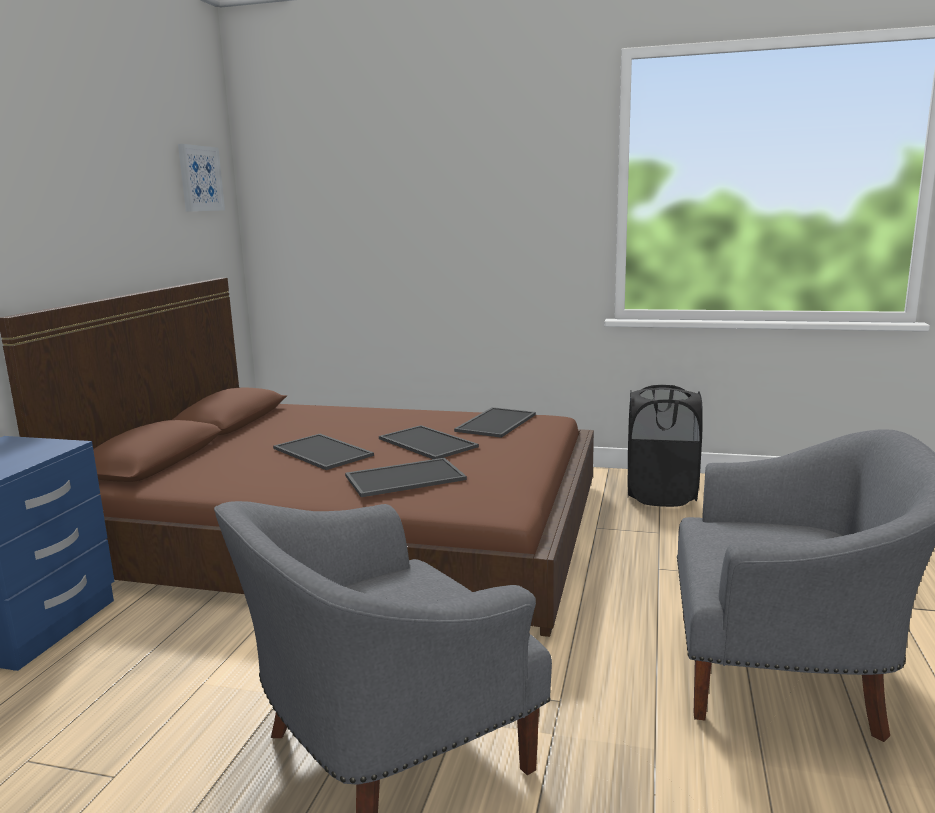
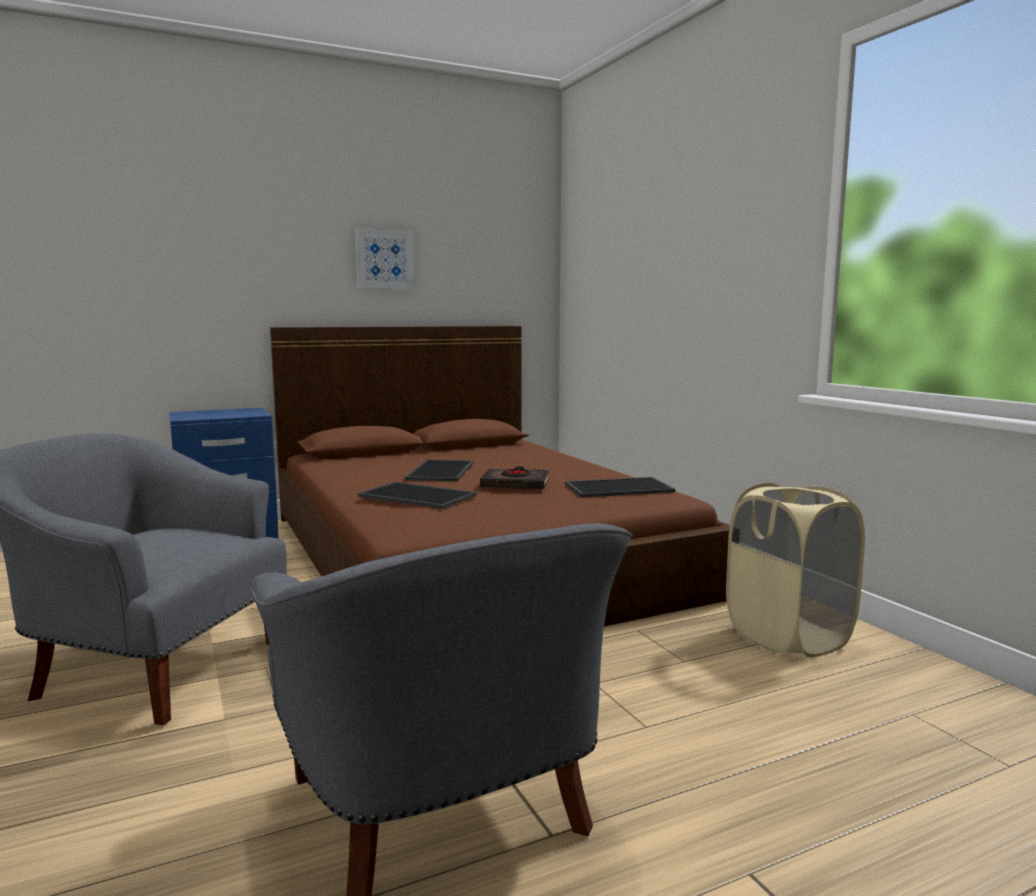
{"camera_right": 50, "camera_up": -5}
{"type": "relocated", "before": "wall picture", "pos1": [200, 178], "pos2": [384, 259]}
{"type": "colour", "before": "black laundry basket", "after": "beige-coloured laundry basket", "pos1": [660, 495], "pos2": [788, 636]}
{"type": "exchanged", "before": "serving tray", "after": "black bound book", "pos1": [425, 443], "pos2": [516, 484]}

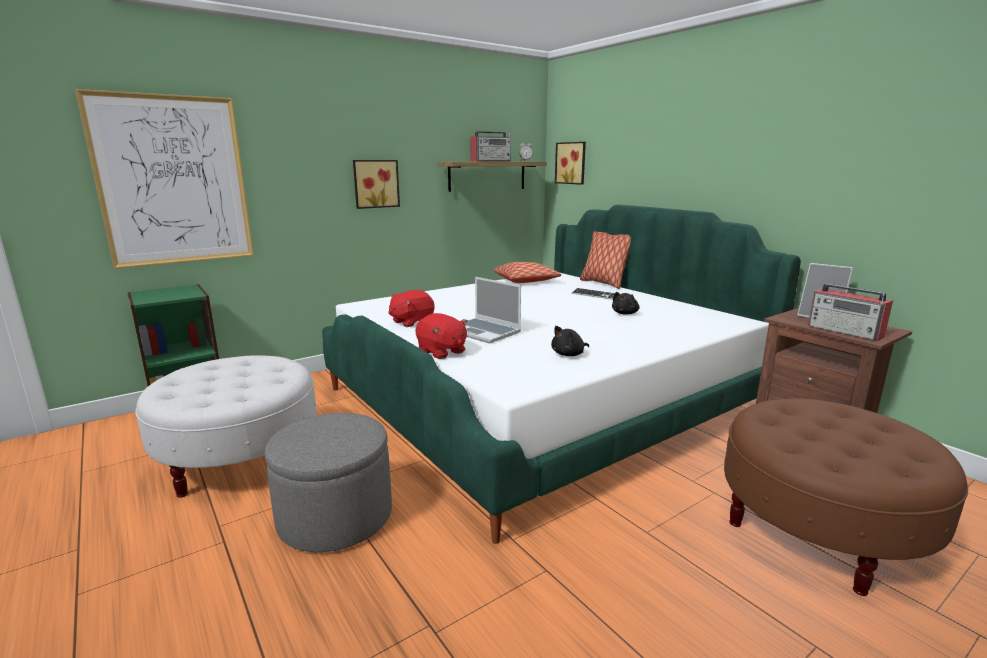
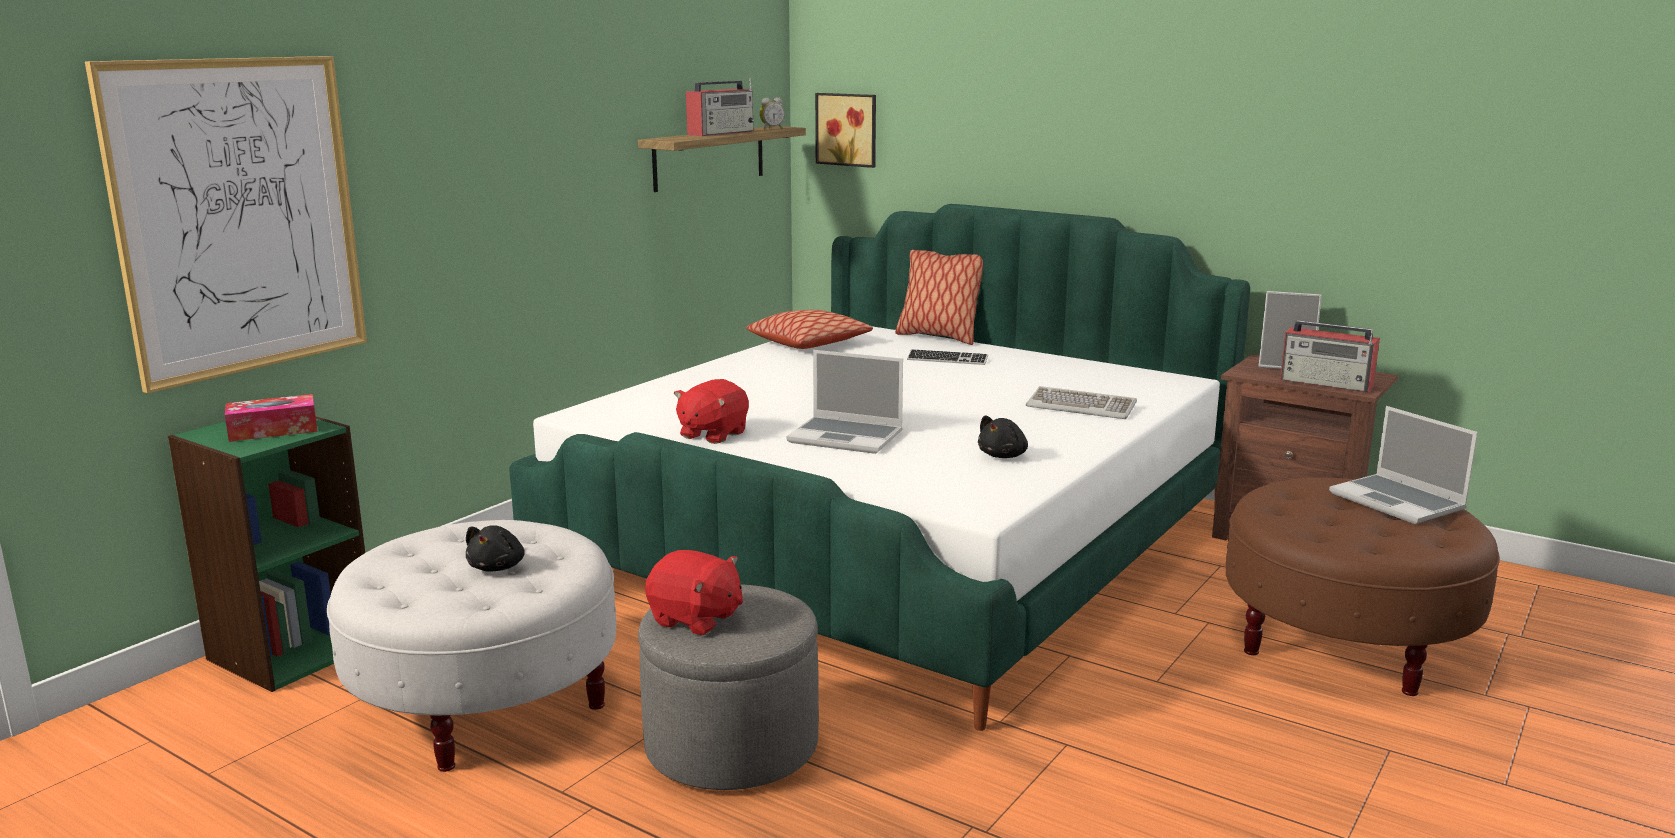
{"camera_right": -20, "camera_up": 0}
{"type": "missing", "before": "wall picture", "pos1": [375, 184]}
{"type": "relocated", "before": "black cuddly toy", "pos1": [625, 313], "pos2": [498, 567]}
{"type": "relocated", "before": "red cuddly toy", "pos1": [441, 352], "pos2": [695, 619]}
{"type": "appeared", "after": "PC keyboard", "pos2": [1081, 407]}
{"type": "appeared", "after": "tissue holder", "pos2": [273, 430]}
{"type": "appeared", "after": "laptop", "pos2": [1399, 502]}

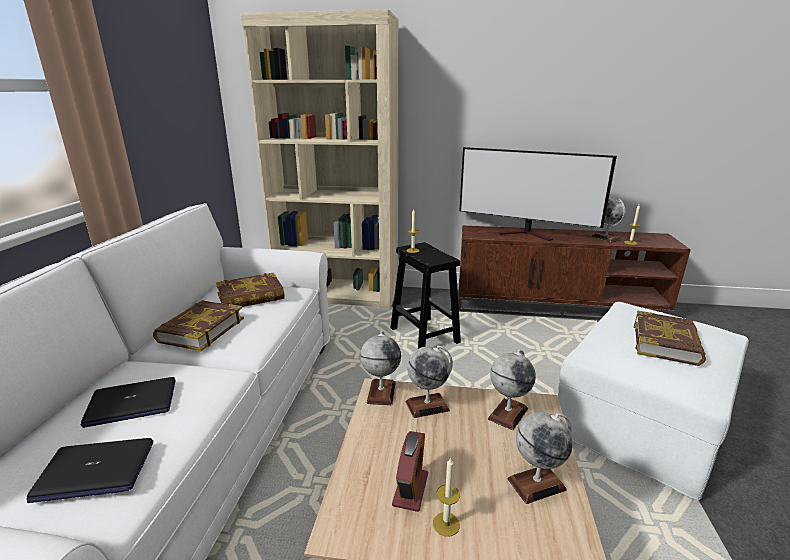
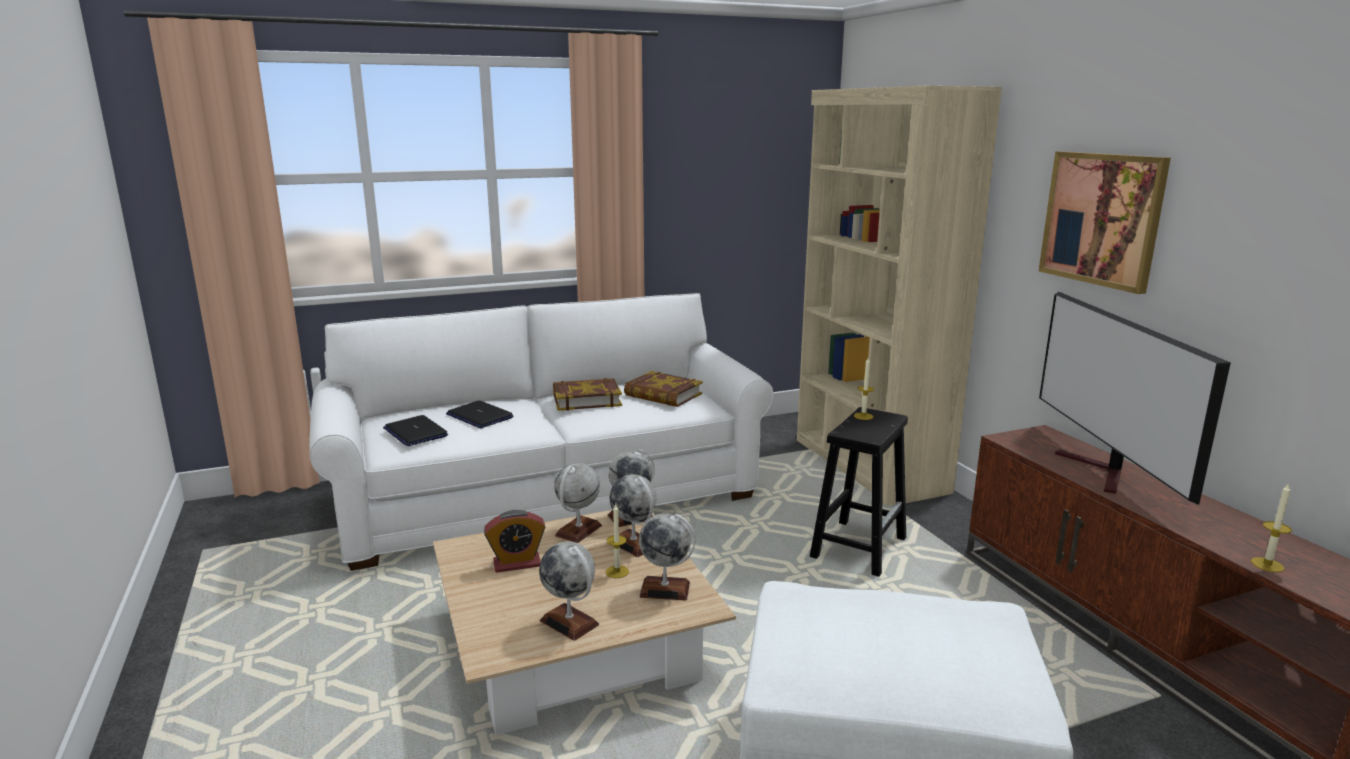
{"camera_right": 60, "camera_up": -5}
{"type": "relocated", "before": "world globe", "pos1": [605, 238], "pos2": [578, 530]}
{"type": "missing", "before": "bound book", "pos1": [666, 343]}
{"type": "relocated", "before": "candle", "pos1": [446, 524], "pos2": [617, 572]}
{"type": "appeared", "after": "wall picture", "pos2": [1102, 219]}

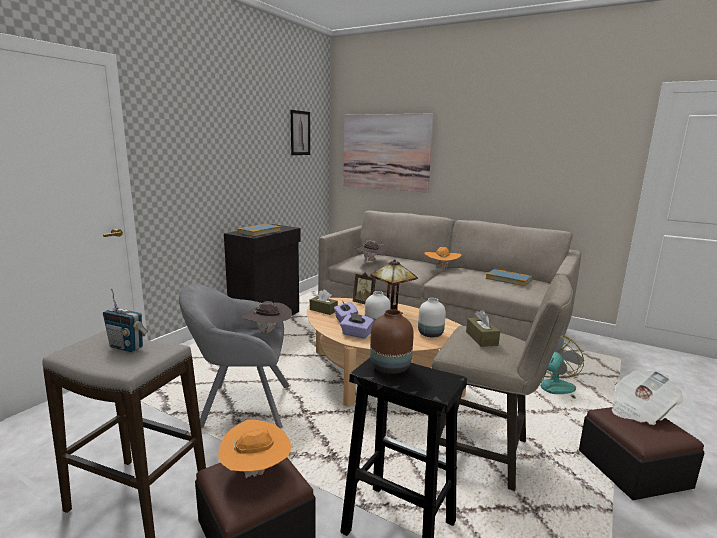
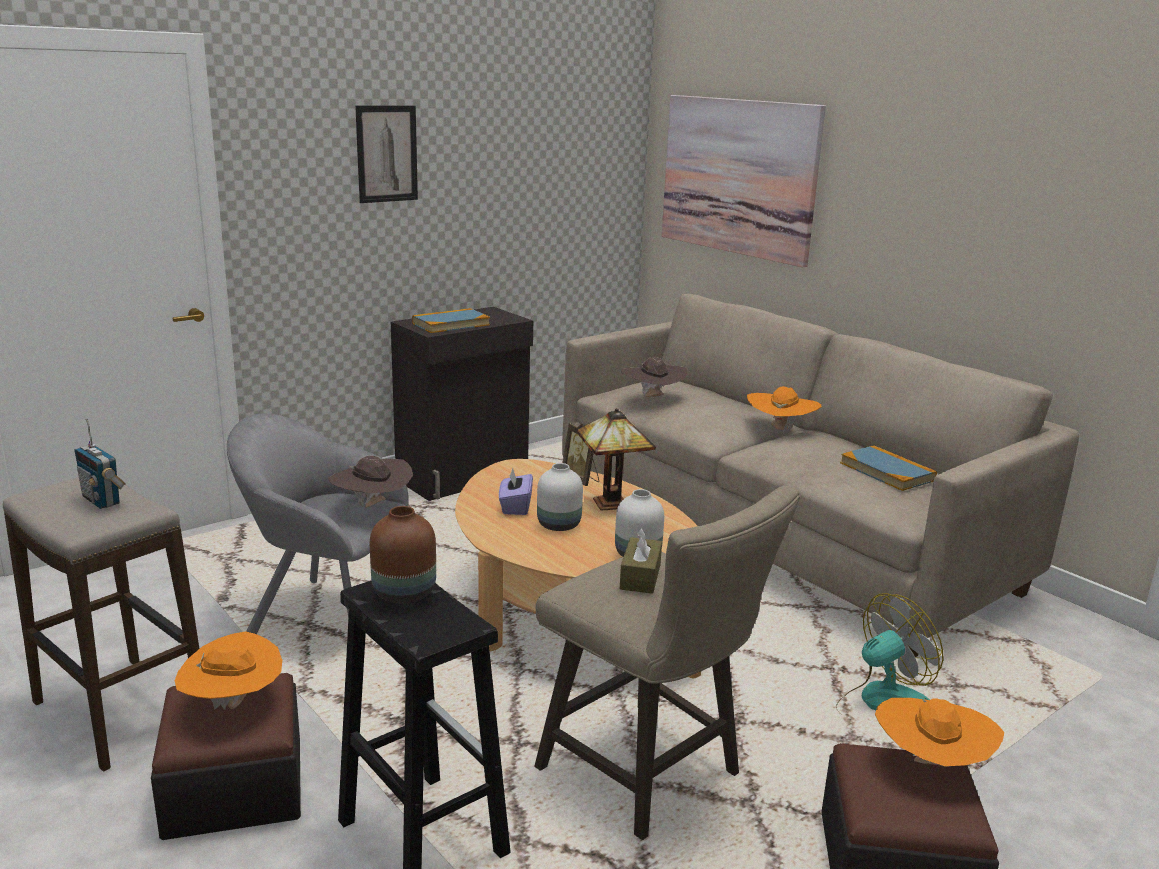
{"camera_right": 20, "camera_up": 5}
{"type": "relocated", "before": "wall picture", "pos1": [300, 133], "pos2": [387, 154]}
{"type": "missing", "before": "brown tissue holder", "pos1": [323, 310]}
{"type": "missing", "before": "purple tissue holder", "pos1": [356, 334]}
{"type": "exchanged", "before": "daily paper", "after": "orangey wearable hat", "pos1": [639, 410], "pos2": [930, 765]}

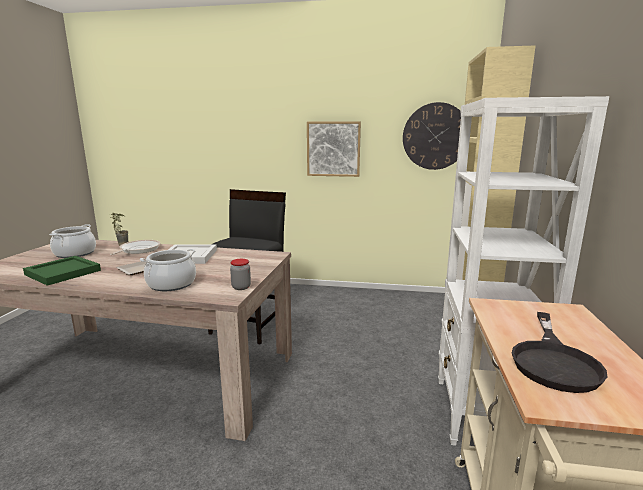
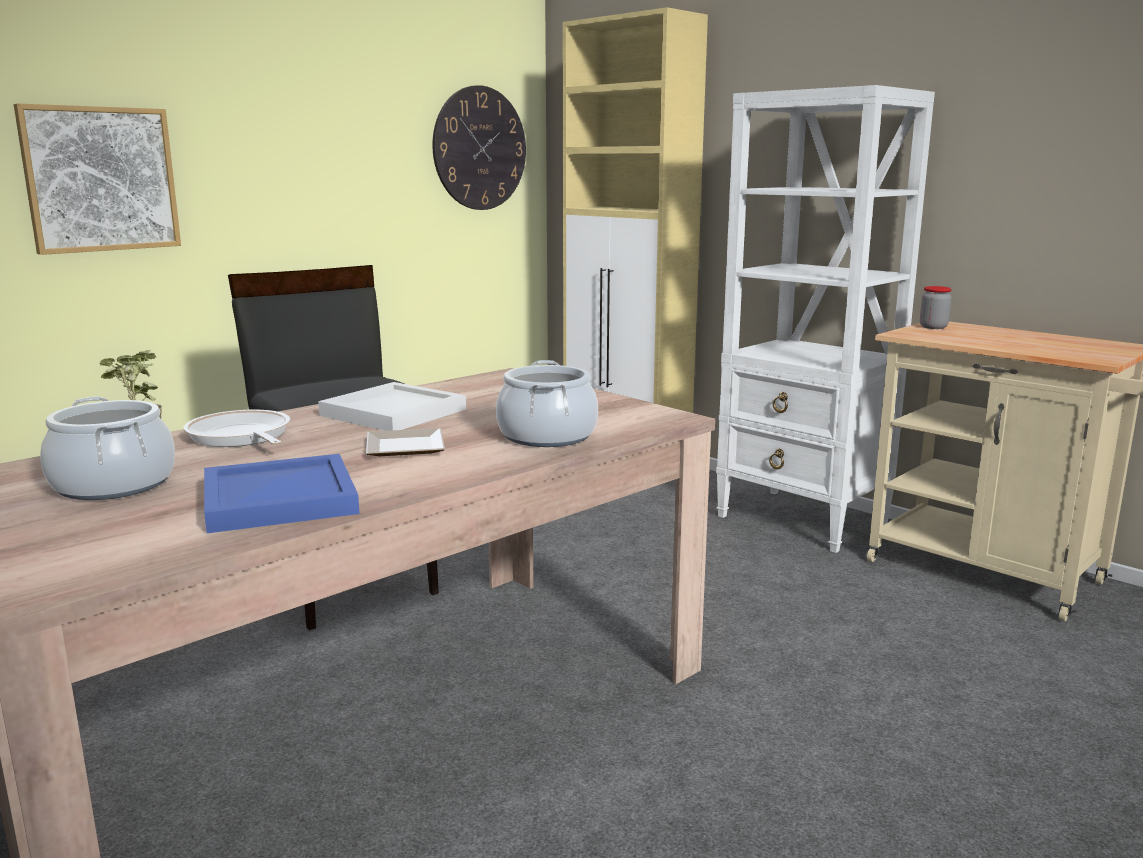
{"camera_right": -55, "camera_up": 0}
{"type": "relocated", "before": "wall picture", "pos1": [333, 149], "pos2": [101, 179]}
{"type": "colour", "before": "green-coloured serving tray", "after": "blue-coloured serving tray", "pos1": [62, 273], "pos2": [282, 499]}
{"type": "relocated", "before": "preserve jar", "pos1": [241, 287], "pos2": [933, 327]}
{"type": "missing", "before": "black frying pan", "pos1": [553, 360]}

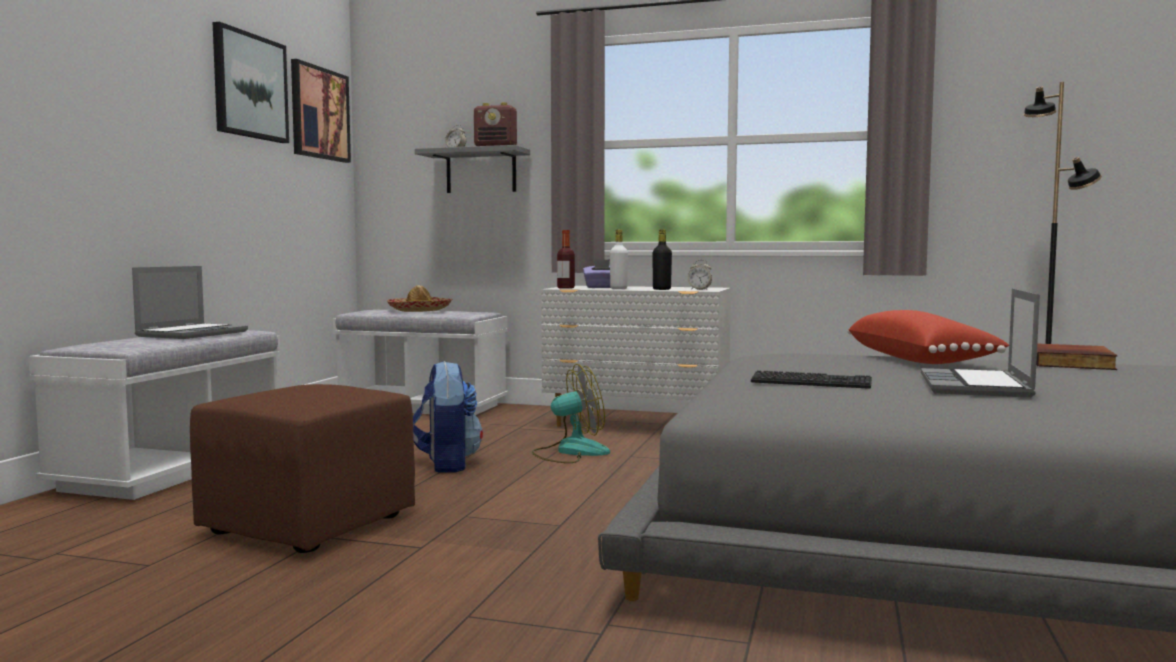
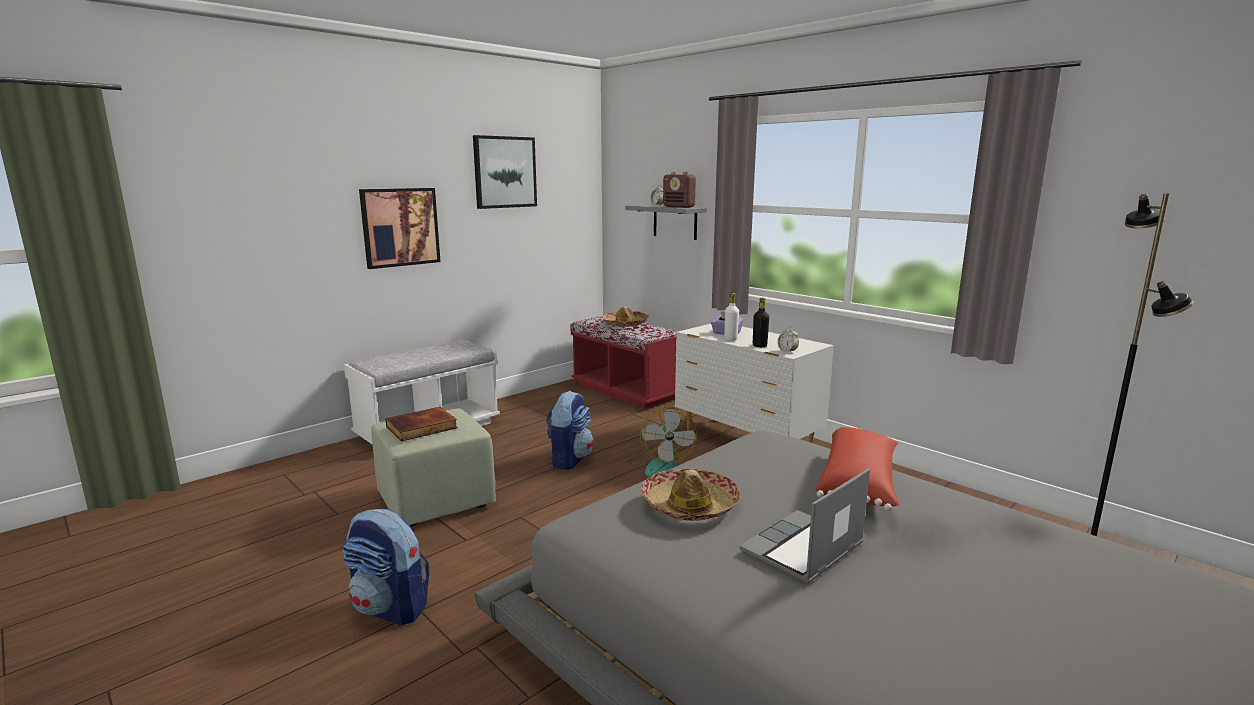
{"camera_right": 30, "camera_up": 10}
{"type": "relocated", "before": "wall picture", "pos1": [319, 113], "pos2": [400, 227]}
{"type": "missing", "before": "drink bottle", "pos1": [566, 288]}
{"type": "missing", "before": "laptop", "pos1": [192, 334]}
{"type": "colour", "before": "white bench", "after": "red bench", "pos1": [423, 407], "pos2": [626, 391]}
{"type": "relocated", "before": "bound book", "pos1": [1073, 363], "pos2": [421, 428]}
{"type": "spun", "before": "fan", "pos1": [570, 452], "pos2": [660, 464], "turn": 75}
{"type": "exchanged", "before": "PC keyboard", "after": "wearable hat", "pos1": [810, 383], "pos2": [689, 505]}
{"type": "colour", "before": "brown ottoman", "after": "green-coloured ottoman", "pos1": [309, 524], "pos2": [437, 500]}
{"type": "appeared", "after": "rucksack", "pos2": [391, 608]}

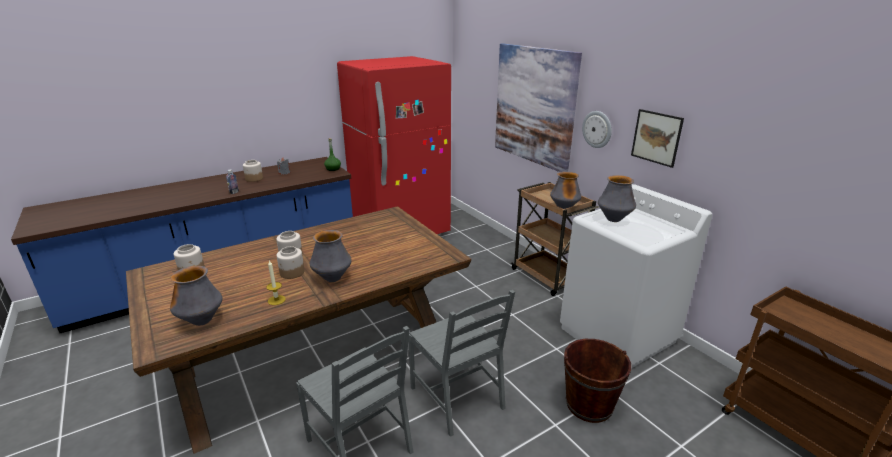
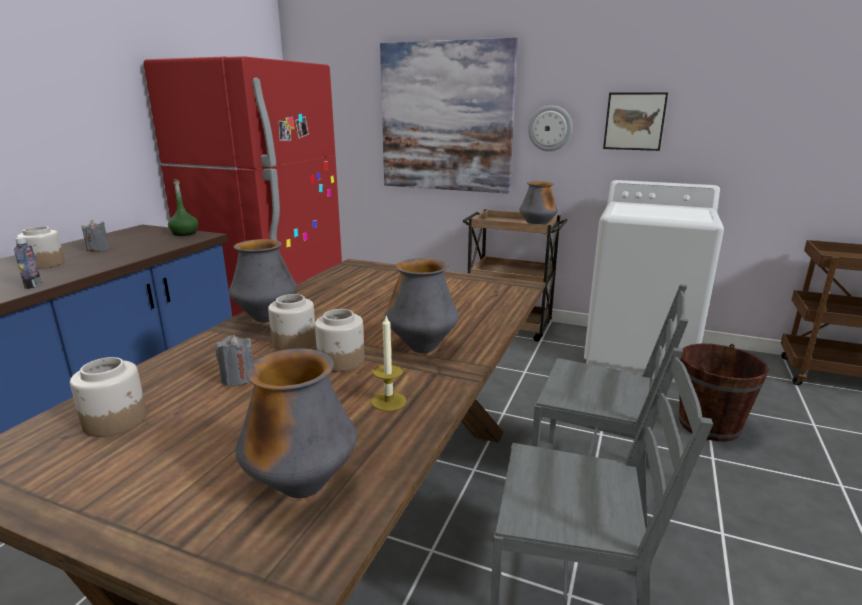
{"camera_right": -35, "camera_up": -5}
{"type": "relocated", "before": "decorative vase", "pos1": [613, 219], "pos2": [266, 318]}
{"type": "appeared", "after": "greyish candle", "pos2": [238, 379]}

